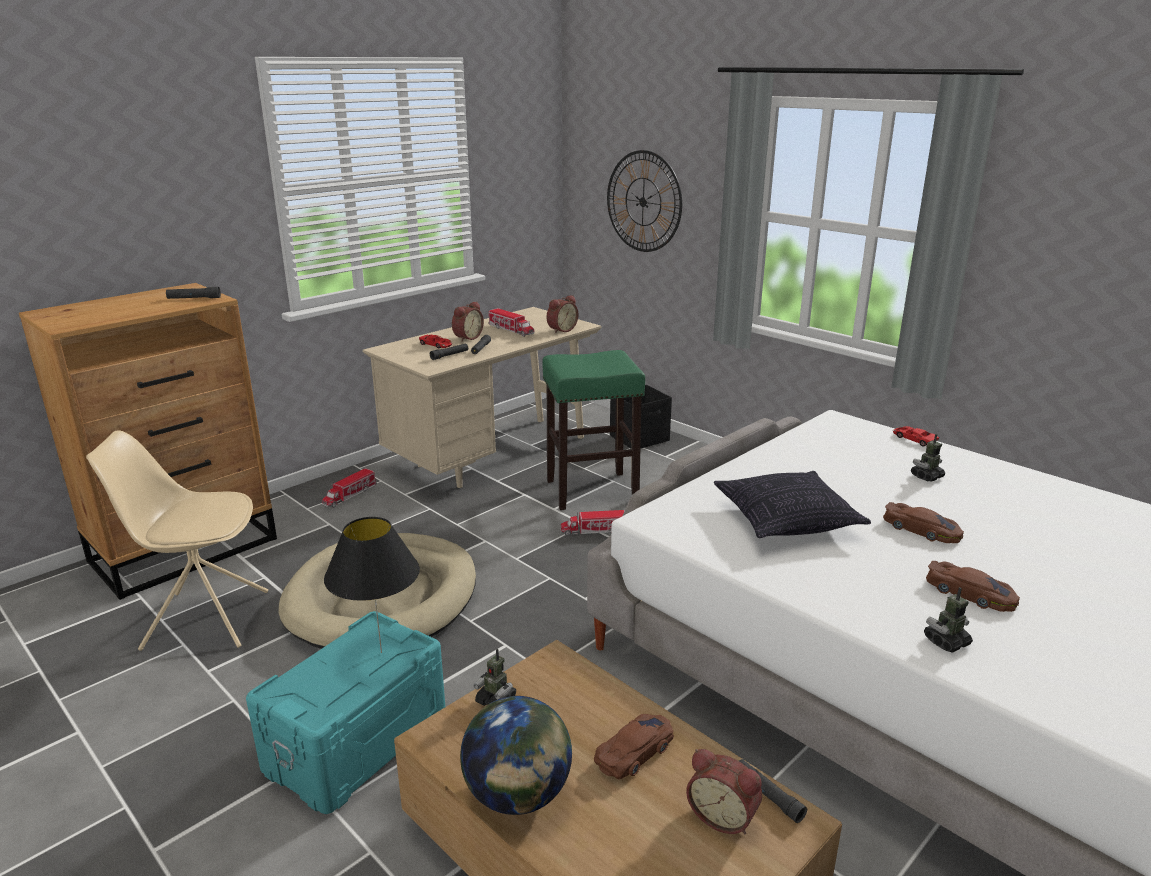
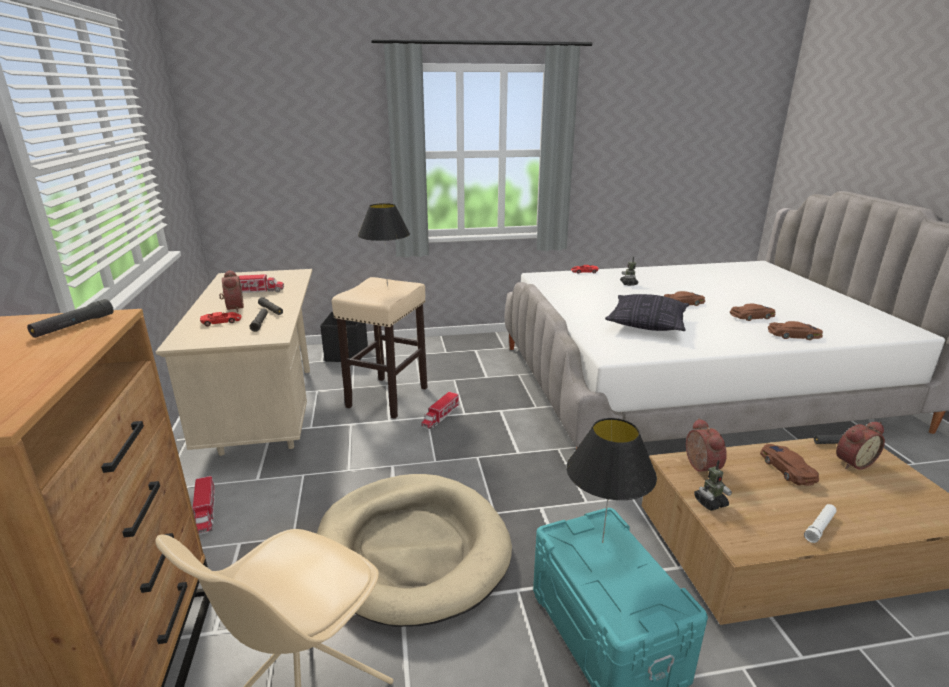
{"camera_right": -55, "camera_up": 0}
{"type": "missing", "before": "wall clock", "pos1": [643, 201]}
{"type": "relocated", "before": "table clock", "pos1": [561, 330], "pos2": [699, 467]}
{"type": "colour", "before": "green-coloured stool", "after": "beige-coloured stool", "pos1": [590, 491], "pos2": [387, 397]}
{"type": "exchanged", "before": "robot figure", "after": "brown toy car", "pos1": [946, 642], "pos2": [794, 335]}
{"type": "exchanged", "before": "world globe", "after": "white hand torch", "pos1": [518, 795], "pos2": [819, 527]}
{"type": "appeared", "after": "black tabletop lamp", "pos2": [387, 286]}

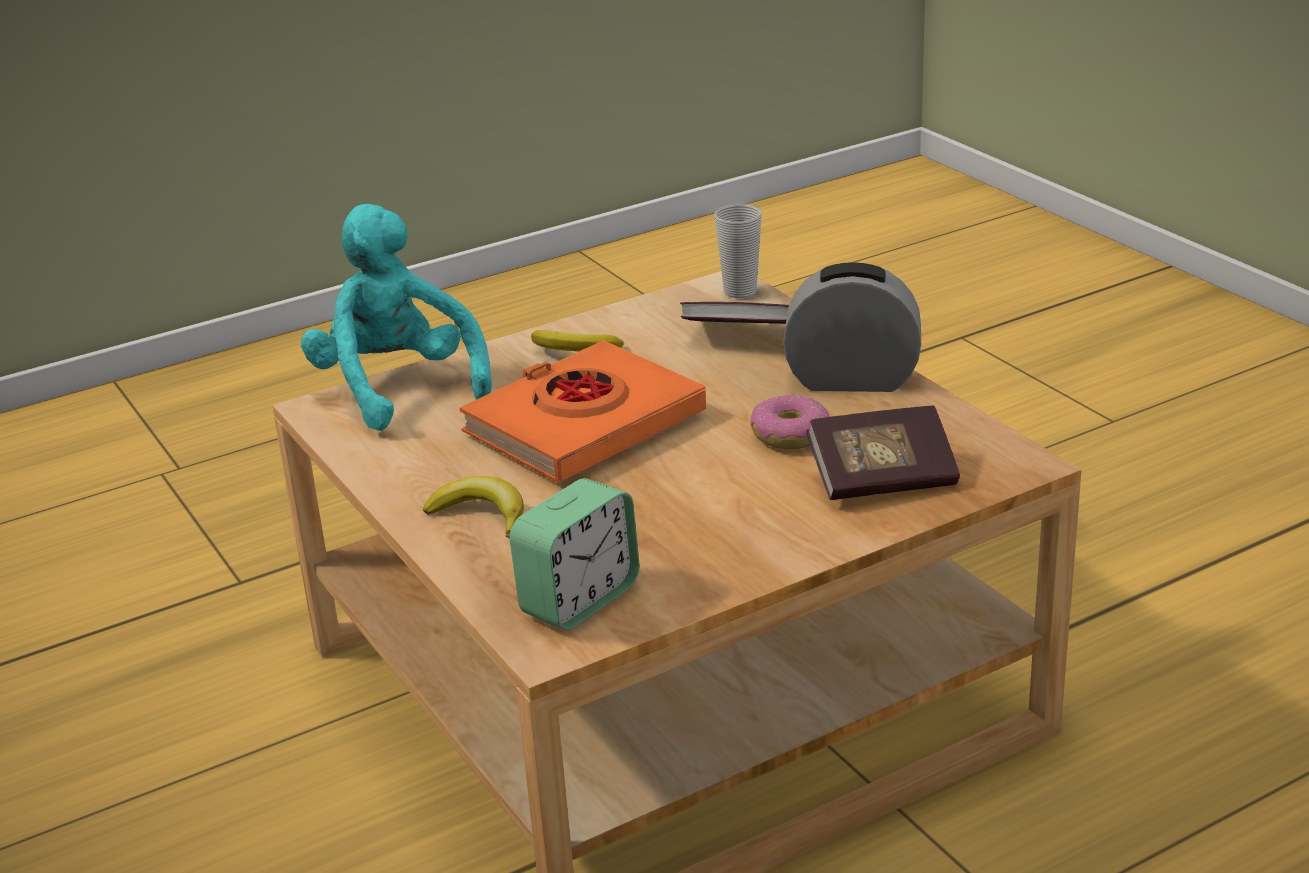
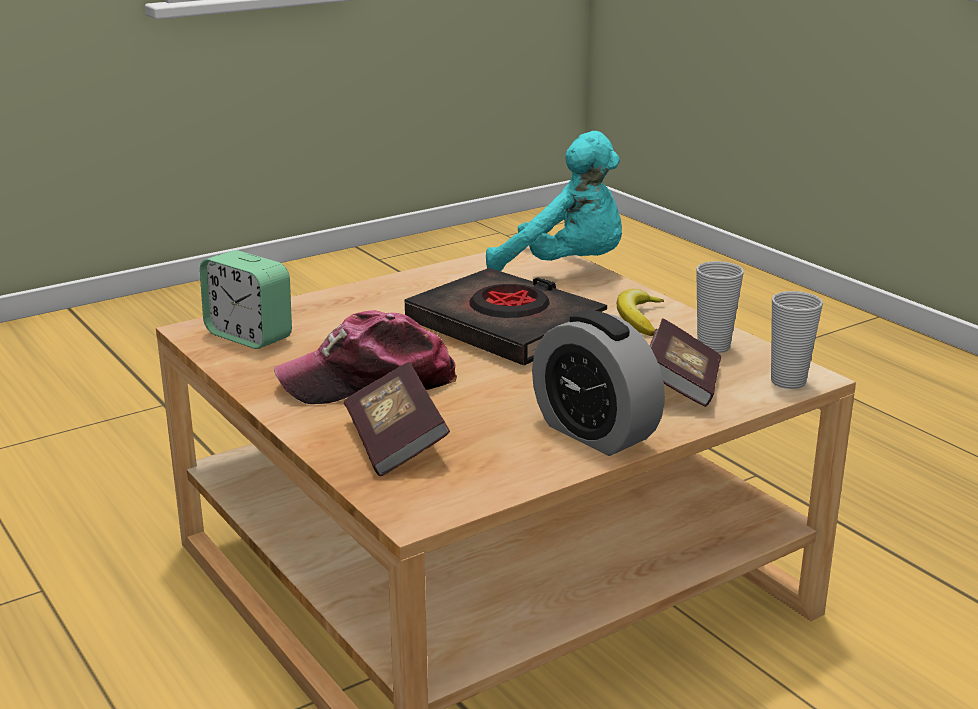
{"camera_right": 85, "camera_up": -5}
{"type": "spun", "before": "blue-green cuddly toy", "pos1": [397, 388], "pos2": [566, 268], "turn": 60}
{"type": "spun", "before": "table clock", "pos1": [852, 380], "pos2": [594, 433], "turn": 135}
{"type": "colour", "before": "orangey bound book", "after": "black bound book", "pos1": [584, 425], "pos2": [506, 327]}
{"type": "missing", "before": "doughnut", "pos1": [790, 435]}
{"type": "missing", "before": "banana", "pos1": [481, 515]}
{"type": "appeared", "after": "drinking cup", "pos2": [713, 347]}
{"type": "appeared", "after": "cap", "pos2": [369, 381]}

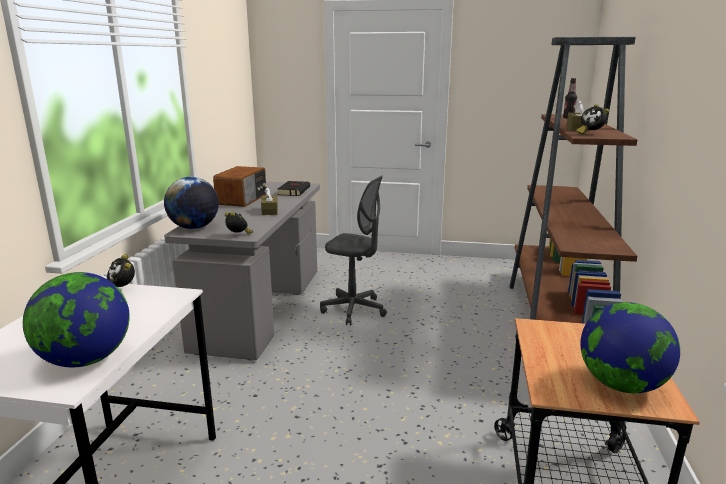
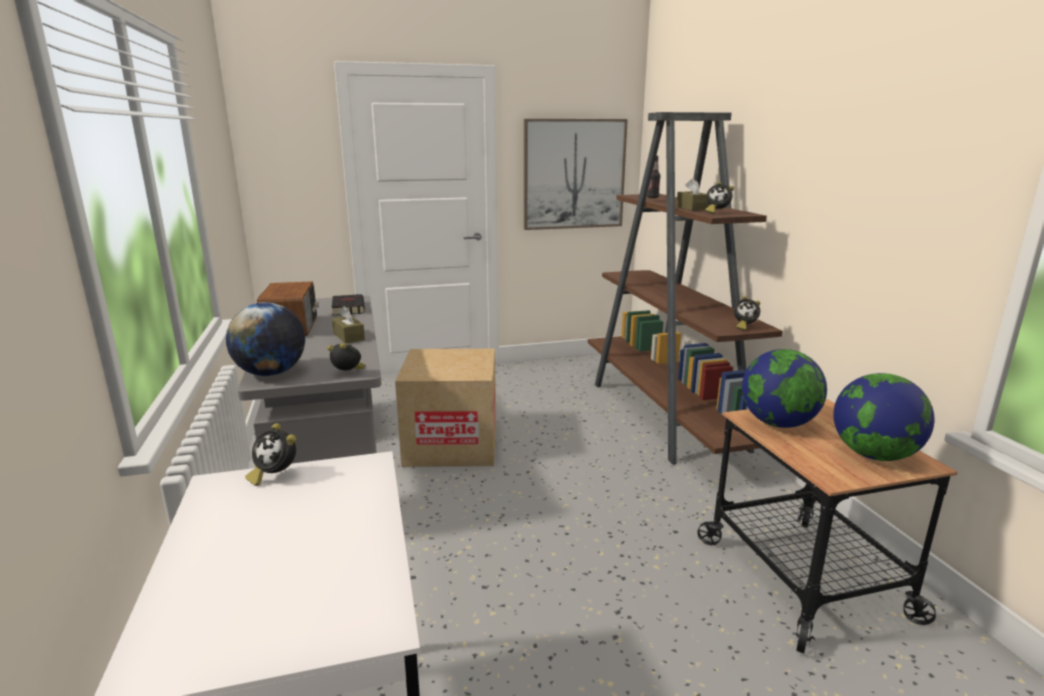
{"camera_right": -25, "camera_up": 0}
{"type": "exchanged", "before": "greyish desk chair", "after": "cardboard box", "pos1": [354, 310], "pos2": [451, 444]}
{"type": "relocated", "before": "world globe", "pos1": [86, 360], "pos2": [777, 423]}
{"type": "appeared", "after": "wall picture", "pos2": [574, 174]}
{"type": "appeared", "after": "table clock", "pos2": [744, 327]}

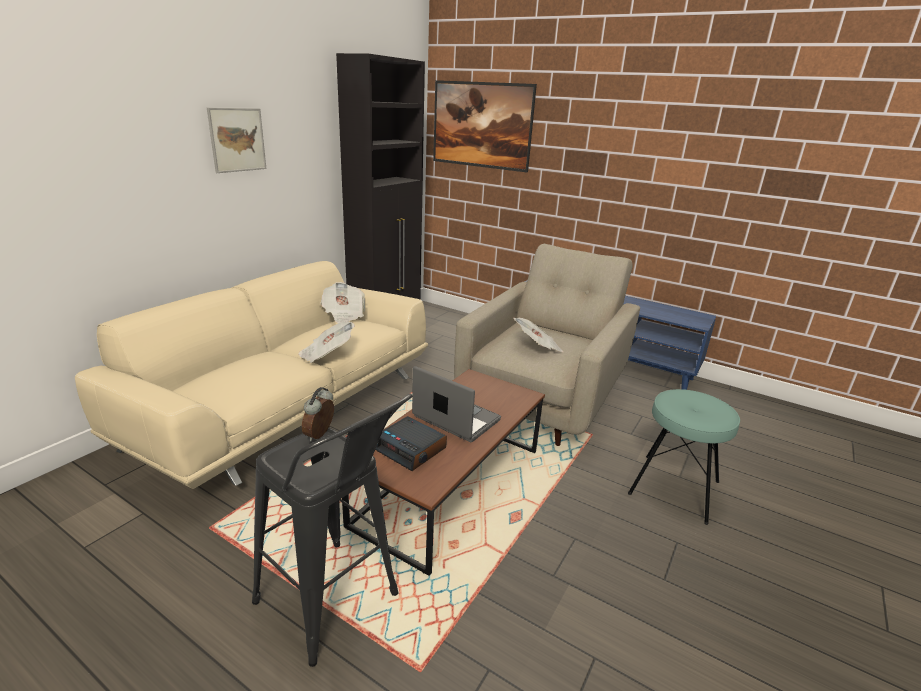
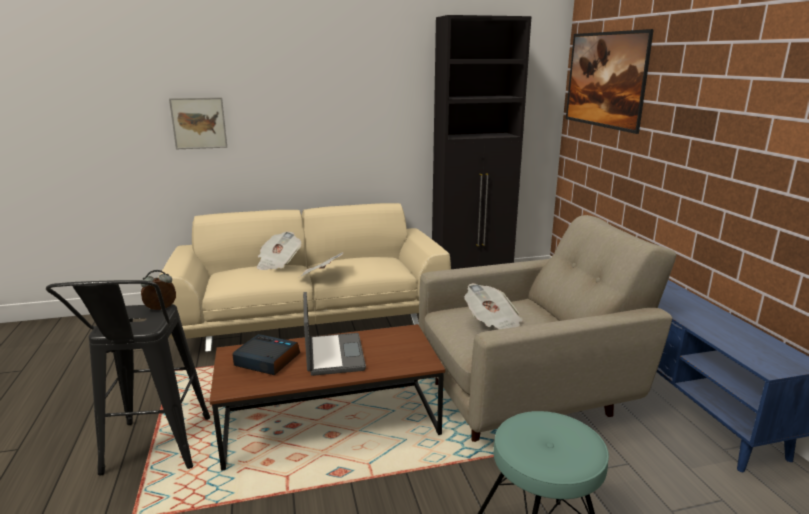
{"camera_right": 45, "camera_up": -5}
{"type": "relocated", "before": "wall picture", "pos1": [237, 140], "pos2": [199, 123]}
{"type": "relocated", "before": "daily paper", "pos1": [344, 314], "pos2": [278, 263]}
{"type": "spun", "before": "table clock", "pos1": [411, 449], "pos2": [266, 360], "turn": 120}

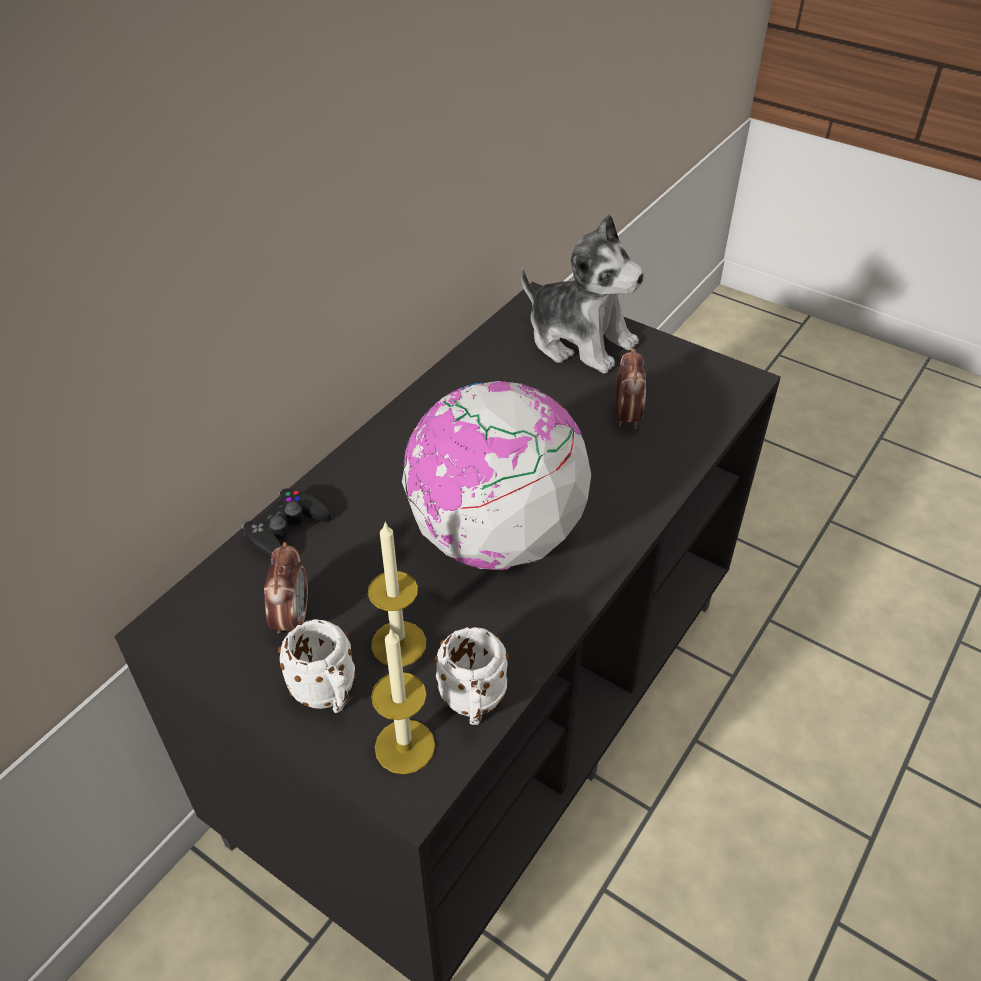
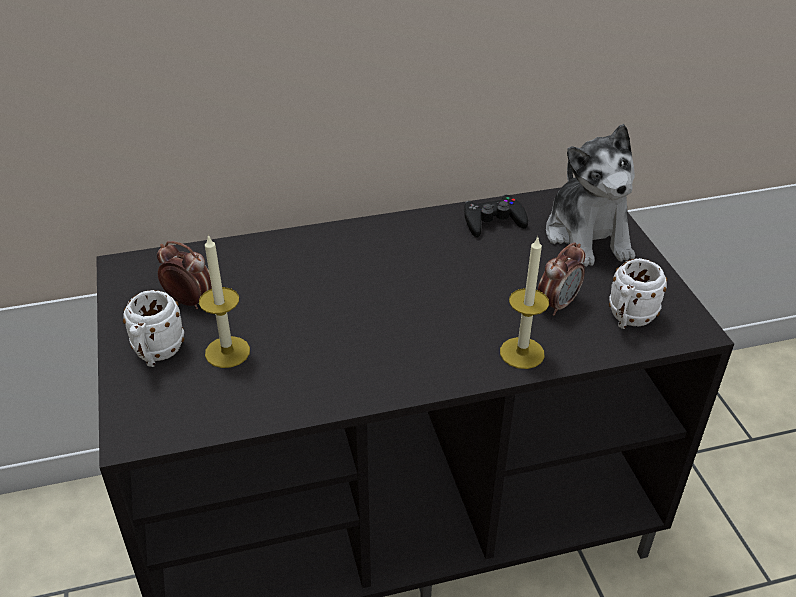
{"camera_right": 40, "camera_up": -5}
{"type": "missing", "before": "world globe", "pos1": [495, 538]}
{"type": "relocated", "before": "black game controller", "pos1": [286, 531], "pos2": [493, 221]}
{"type": "spun", "before": "table clock", "pos1": [292, 618], "pos2": [189, 301], "turn": -105}
{"type": "relocated", "before": "white tea mug", "pos1": [473, 704], "pos2": [628, 319]}
{"type": "relocated", "before": "candle", "pos1": [404, 746], "pos2": [522, 353]}

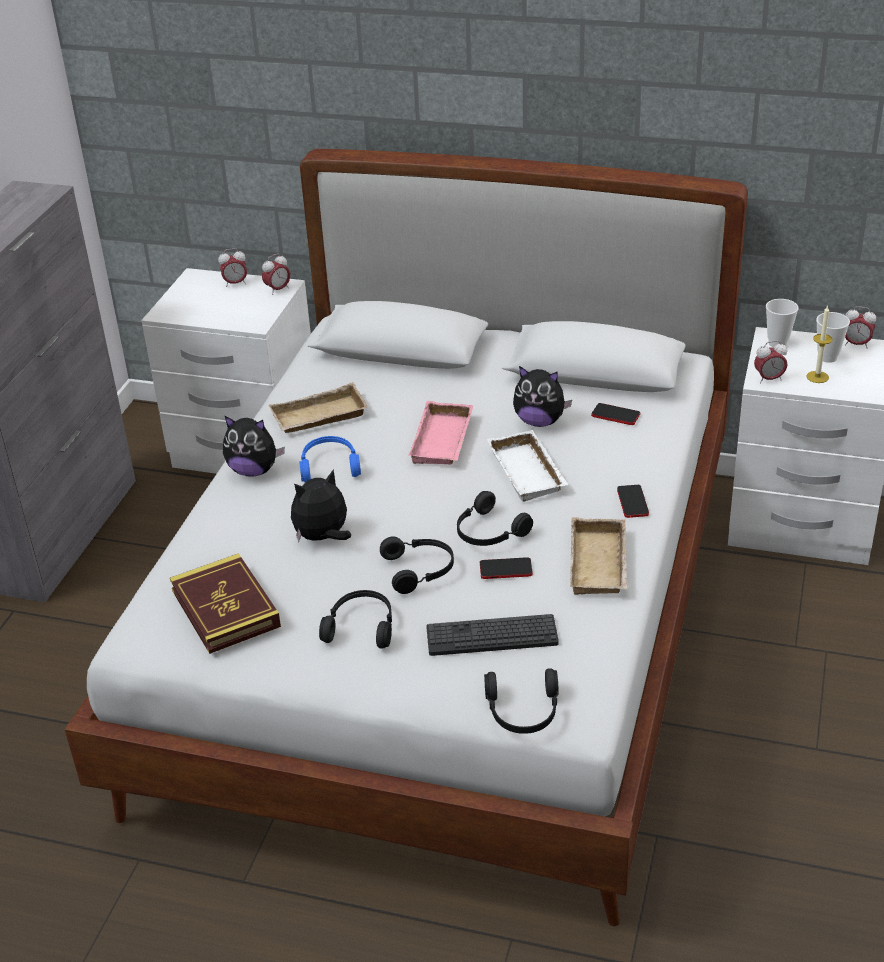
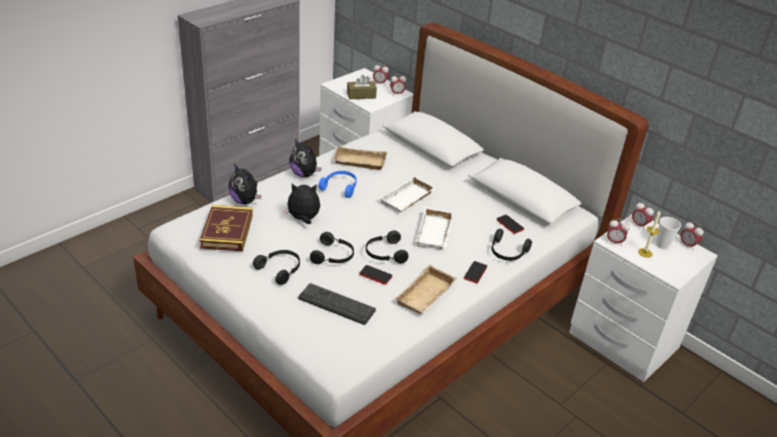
{"camera_right": 25, "camera_up": 0}
{"type": "exchanged", "before": "drinking cup", "after": "table clock", "pos1": [777, 343], "pos2": [639, 225]}
{"type": "relocated", "before": "cuddly toy", "pos1": [539, 421], "pos2": [245, 201]}
{"type": "colour", "before": "pink serving tray", "after": "white serving tray", "pos1": [444, 441], "pos2": [407, 199]}
{"type": "relocated", "before": "black headphones", "pos1": [523, 712], "pos2": [507, 252]}
{"type": "appeared", "after": "brown tissue holder", "pos2": [361, 95]}

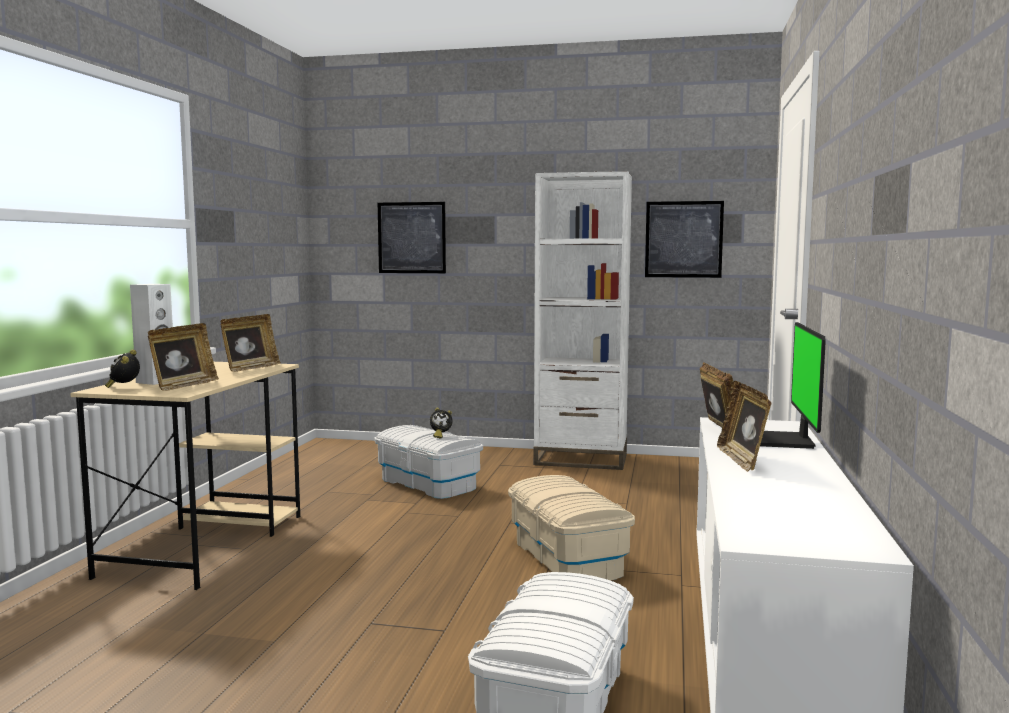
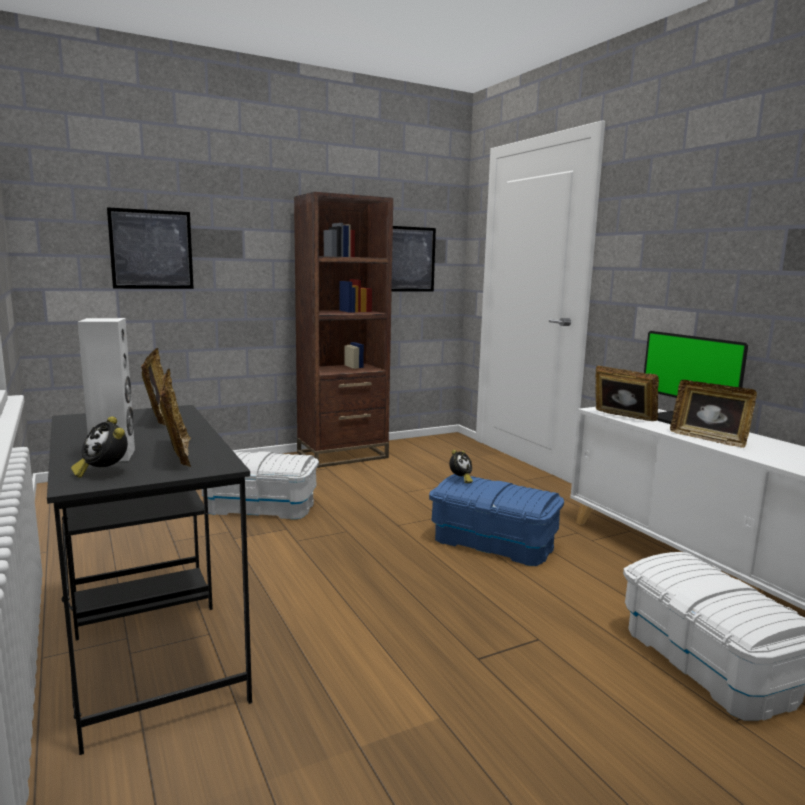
{"camera_right": -40, "camera_up": 5}
{"type": "colour", "before": "white bookcase", "after": "brown bookcase", "pos1": [581, 459], "pos2": [342, 455]}
{"type": "colour", "before": "beige-coloured desk", "after": "black desk", "pos1": [206, 543], "pos2": [151, 644]}
{"type": "relocated", "before": "table clock", "pos1": [440, 435], "pos2": [460, 480]}
{"type": "colour", "before": "beige-coloured storage box", "after": "blue-coloured storage box", "pos1": [566, 558], "pos2": [492, 543]}

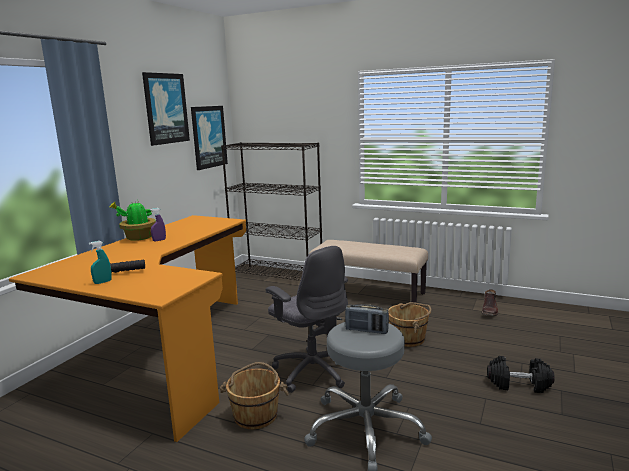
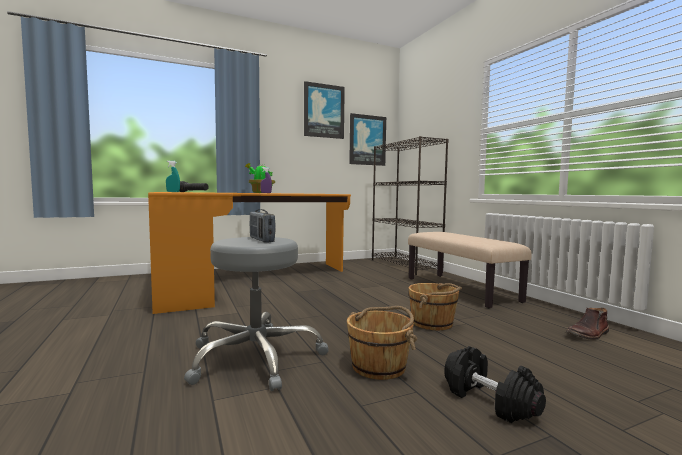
{"camera_right": 40, "camera_up": -10}
{"type": "missing", "before": "greyish desk chair", "pos1": [312, 370]}
{"type": "relocated", "before": "brown bucket", "pos1": [256, 415], "pos2": [379, 366]}

